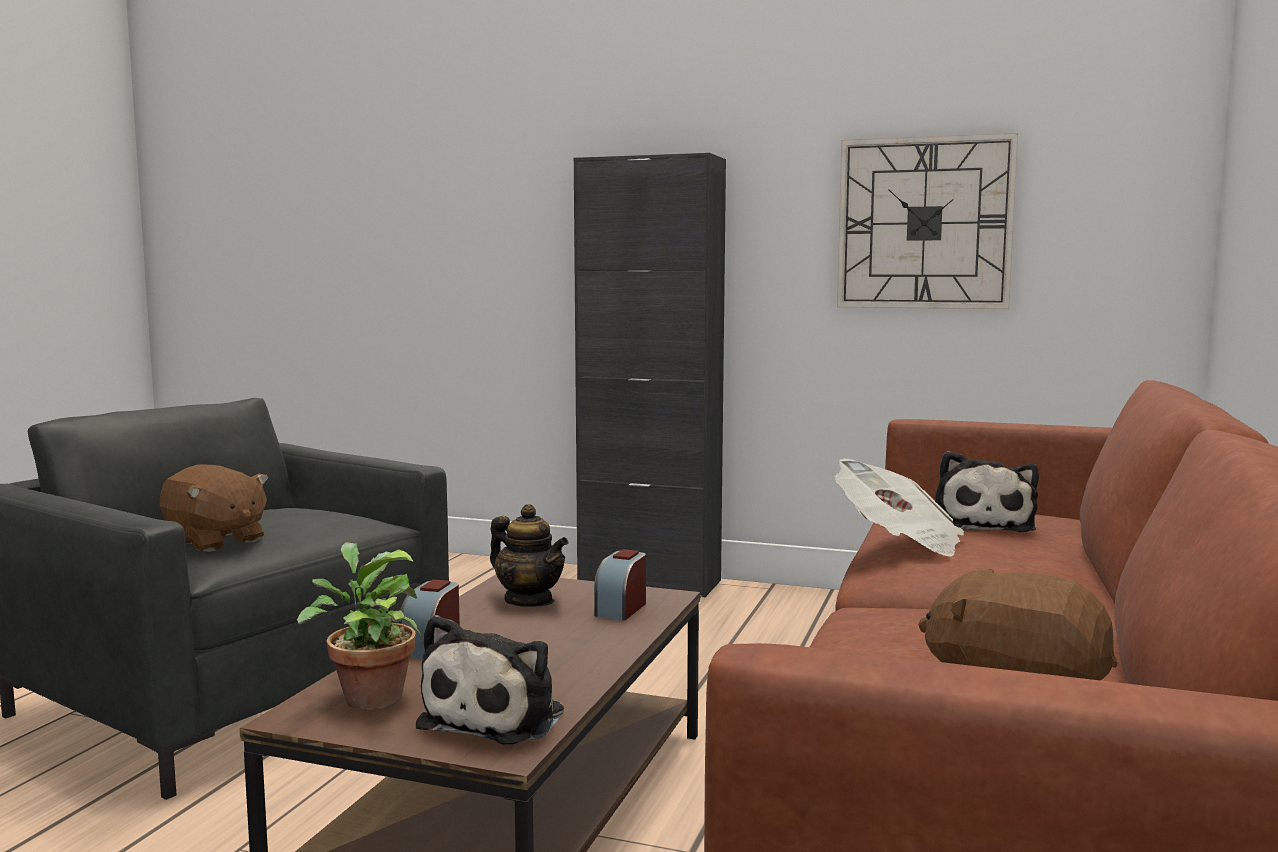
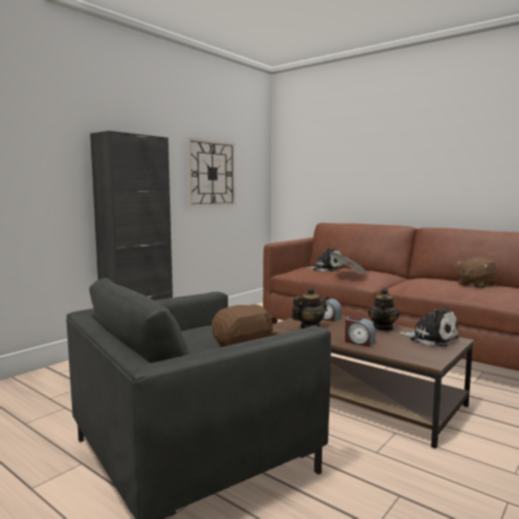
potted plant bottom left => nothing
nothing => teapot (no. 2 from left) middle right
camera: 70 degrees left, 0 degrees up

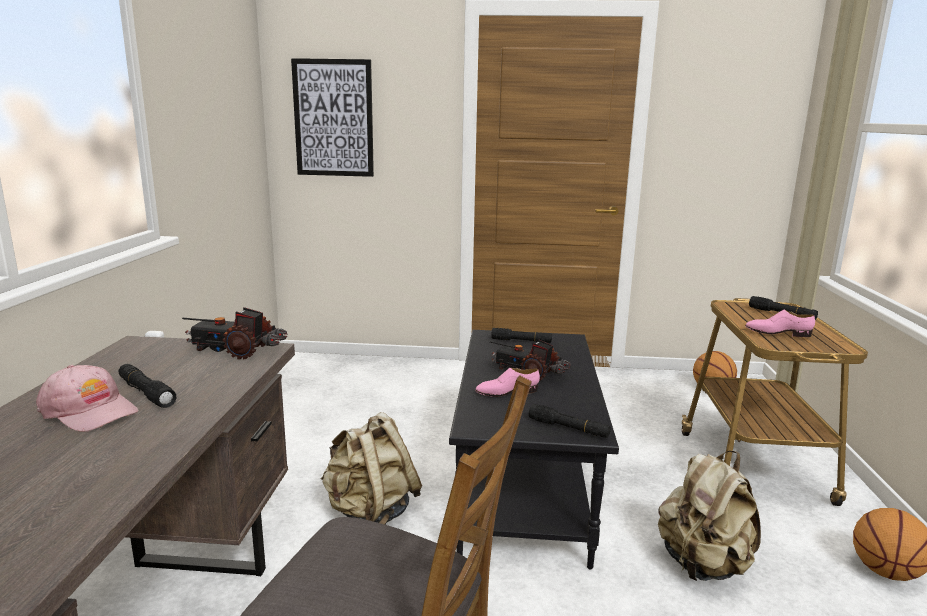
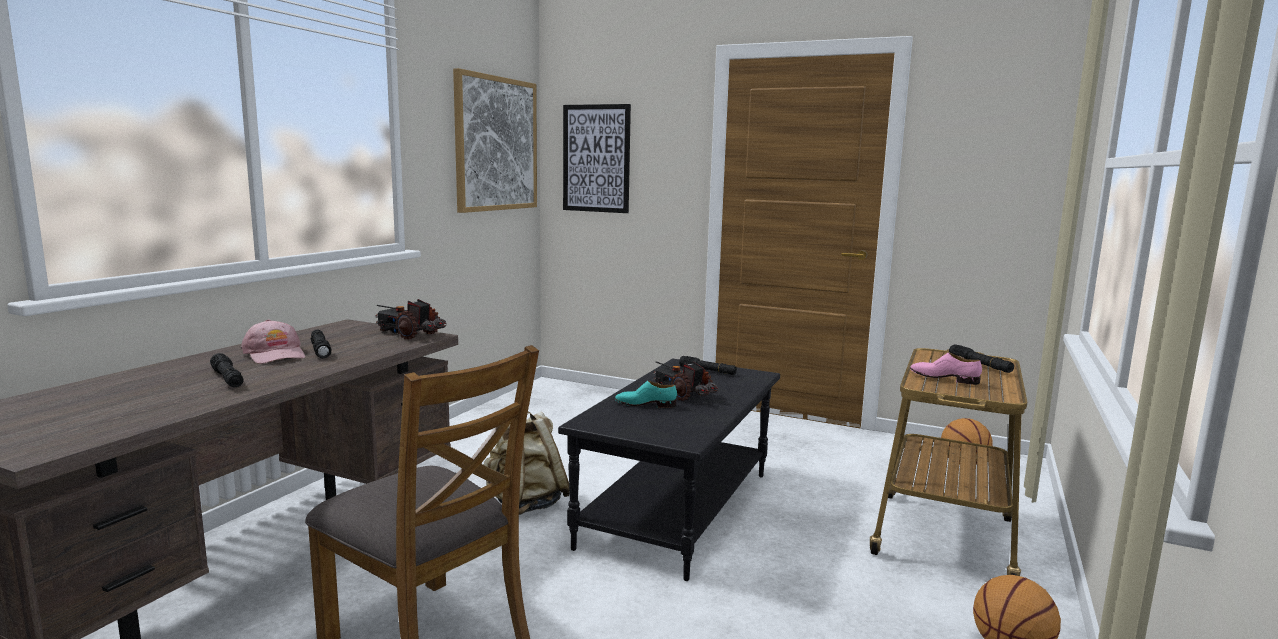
backpack/beige (no. 2 from left) bottom right => nothing
nothing => picture (no. 1 from left) top centre
flashlight/black (no. 3 from left in the first image) bottom centre => flashlight/black (no. 1 from left) middle left, shifted
shoe/pink (no. 1 from left) centre => shoe/turquoise centre
camera: 20 degrees right, 5 degrees down

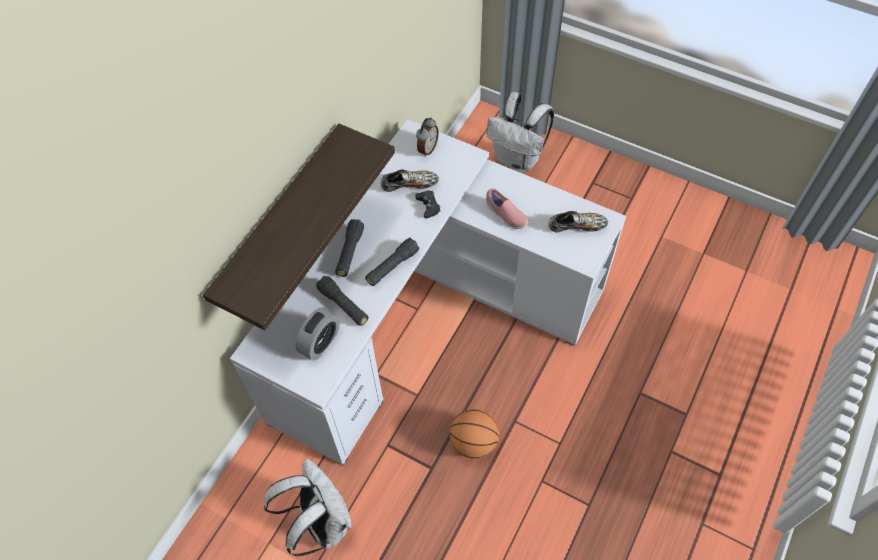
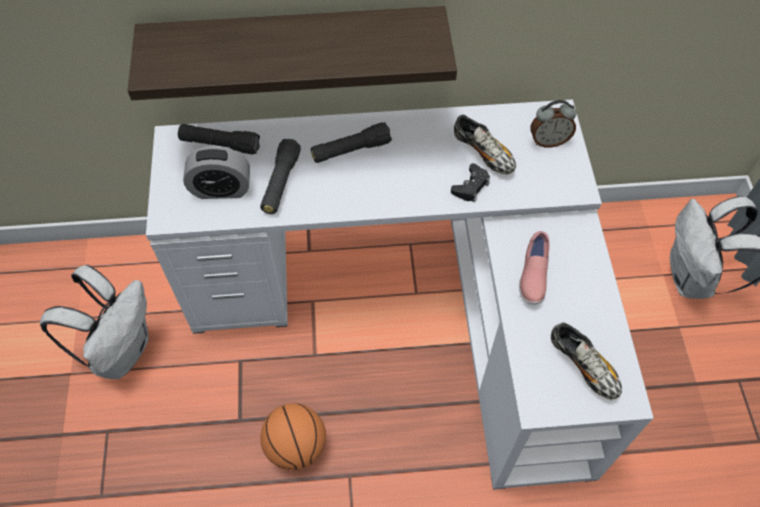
flashlight/black (no. 3 from left in the first image) centre => flashlight/black (no. 1 from left) top left, shifted
camera: 55 degrees right, 0 degrees up

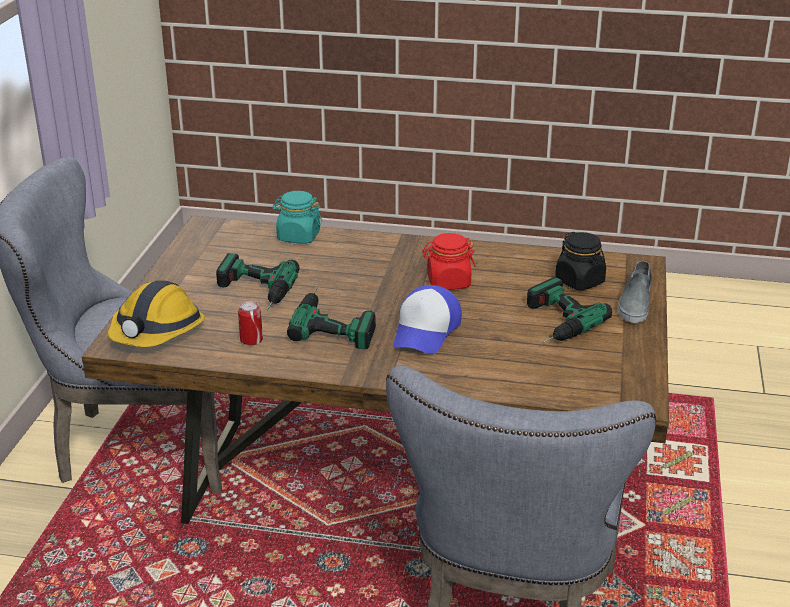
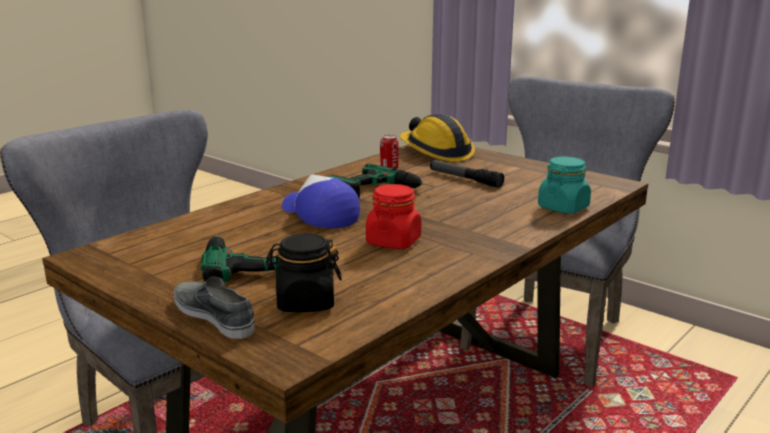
power drill (no. 1 from left) middle left => flashlight centre
camera: 120 degrees right, 10 degrees down

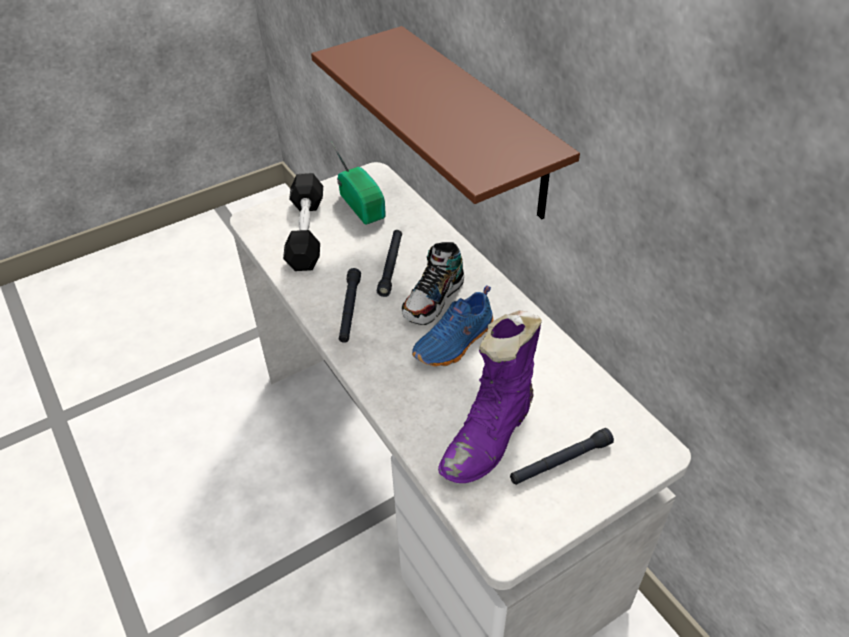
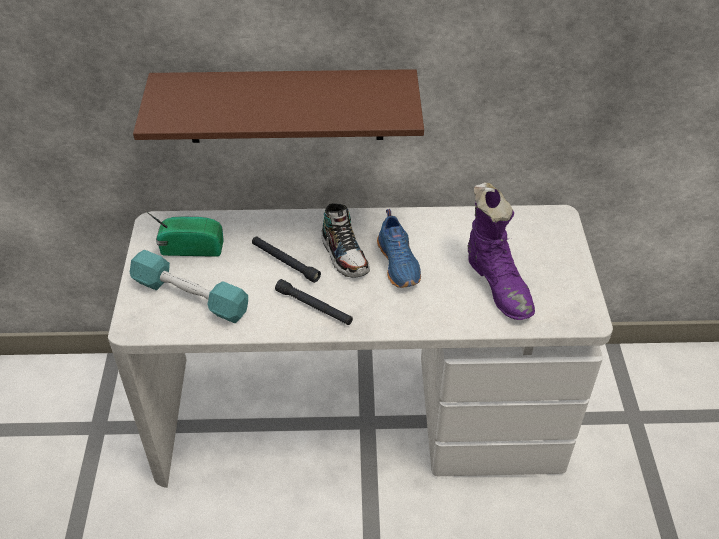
flashlight/black (no. 3 from left) bottom centre => nothing
dumbbell/black centre => dumbbell/turquoise middle left
camera: 60 degrees left, 0 degrees up

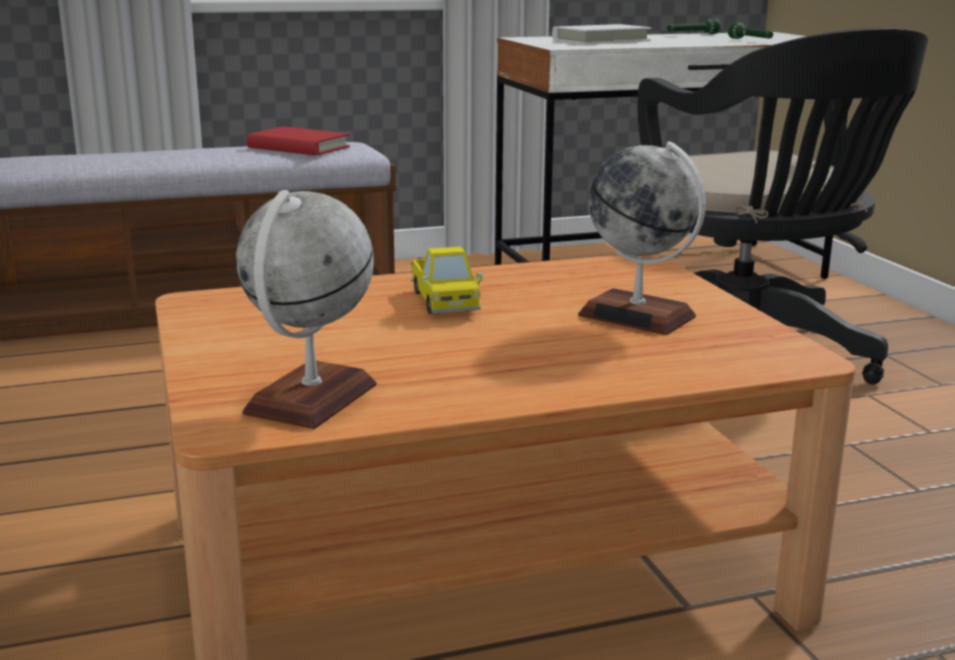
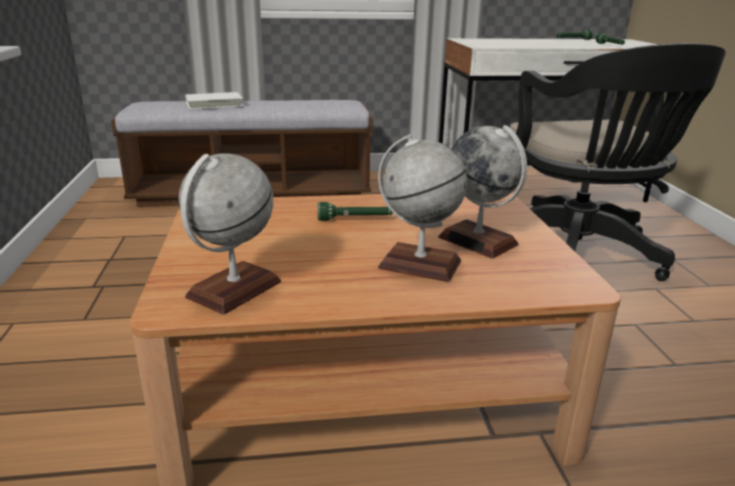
book/red top left => nothing
nothing => globe (no. 2 from left) centre
book/white top centre => book/white top left, shifted
toy truck centre => flashlight/green (no. 1 from left) centre
camera: 10 degrees right, 5 degrees up

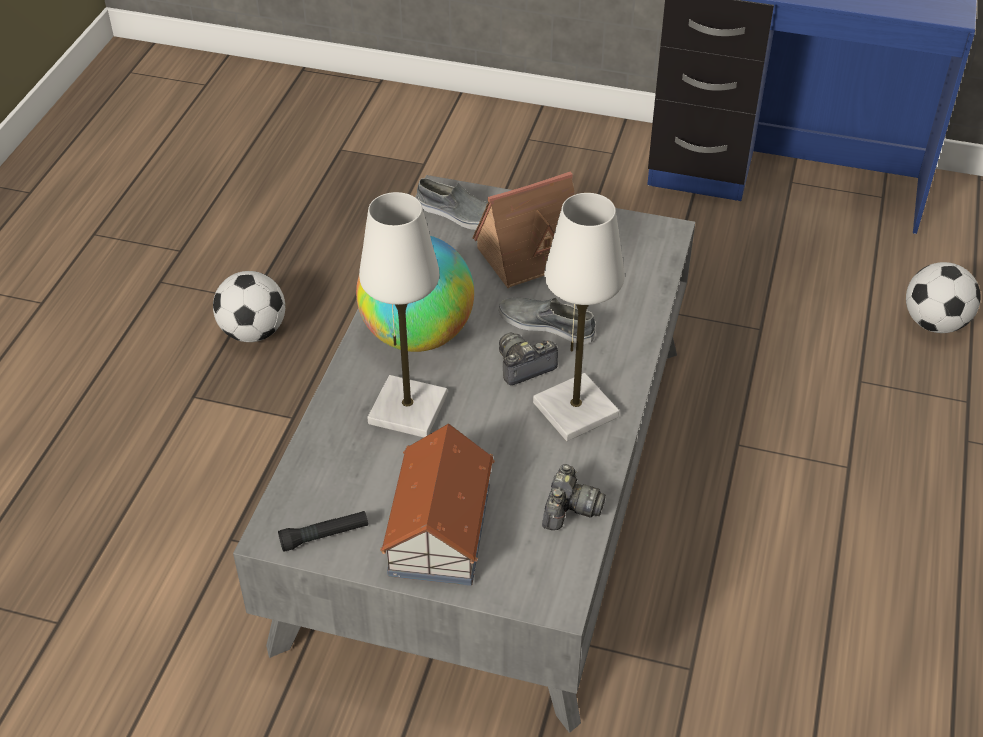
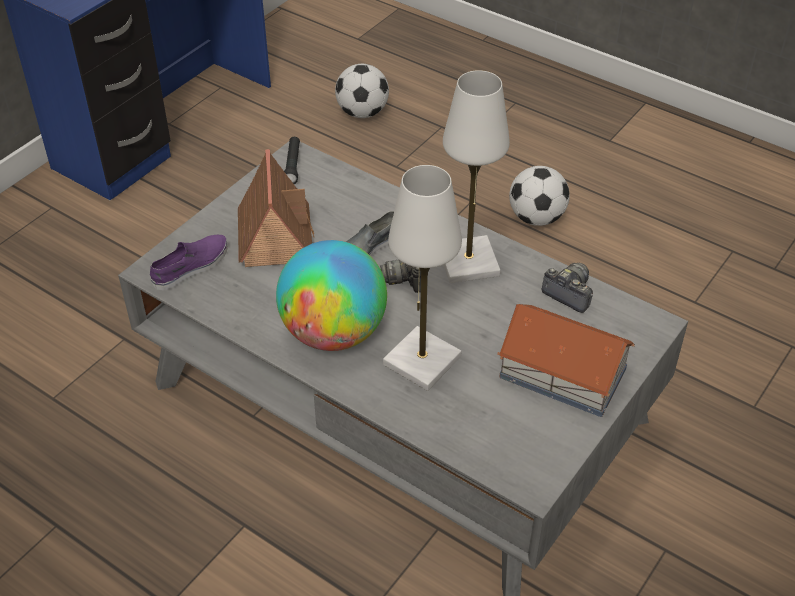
football (no. 1 from left in the first image) middle left => football (no. 2 from left) top right, shifted
flashlight/black bottom left => flashlight/black top centre, shifted
shoe/grey (no. 1 from left) top centre => shoe/purple middle left
camera: 70 degrees left, 0 degrees up

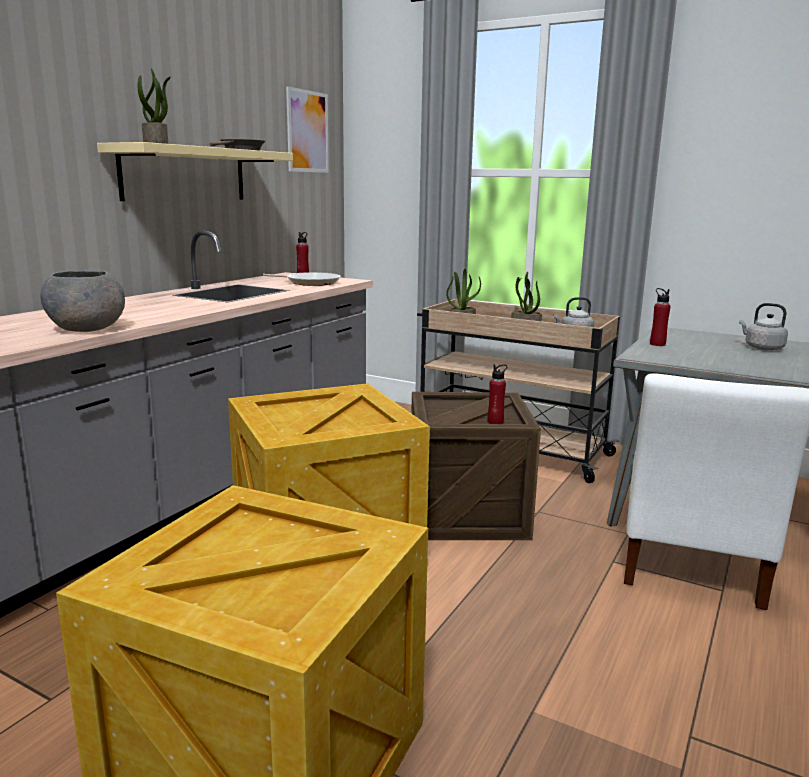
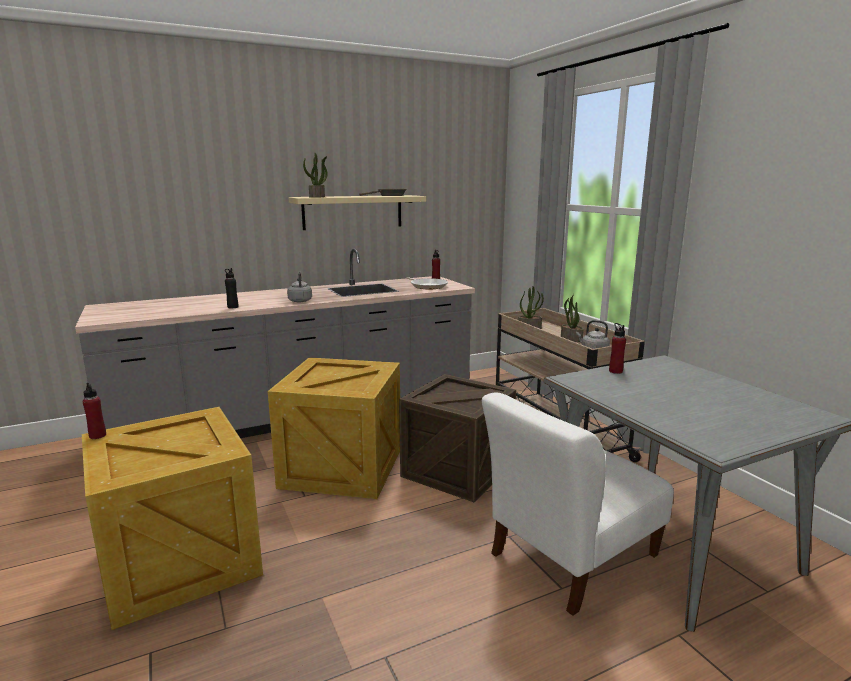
picture top centre => nothing
bottle/red (no. 2 from left in the first image) centre => bottle/red (no. 1 from left) middle left, shifted
kettle/grey (no. 2 from left in the first image) middle right => kettle/grey (no. 1 from left) centre, shifted
bowl/grey middle left => bottle/black middle left
camera: 35 degrees right, 0 degrees up

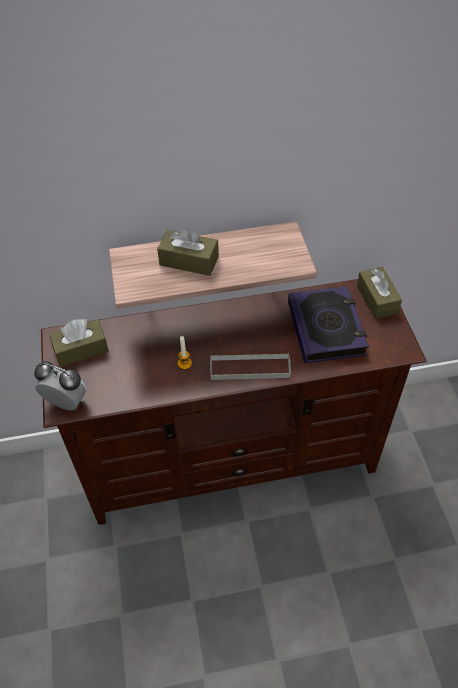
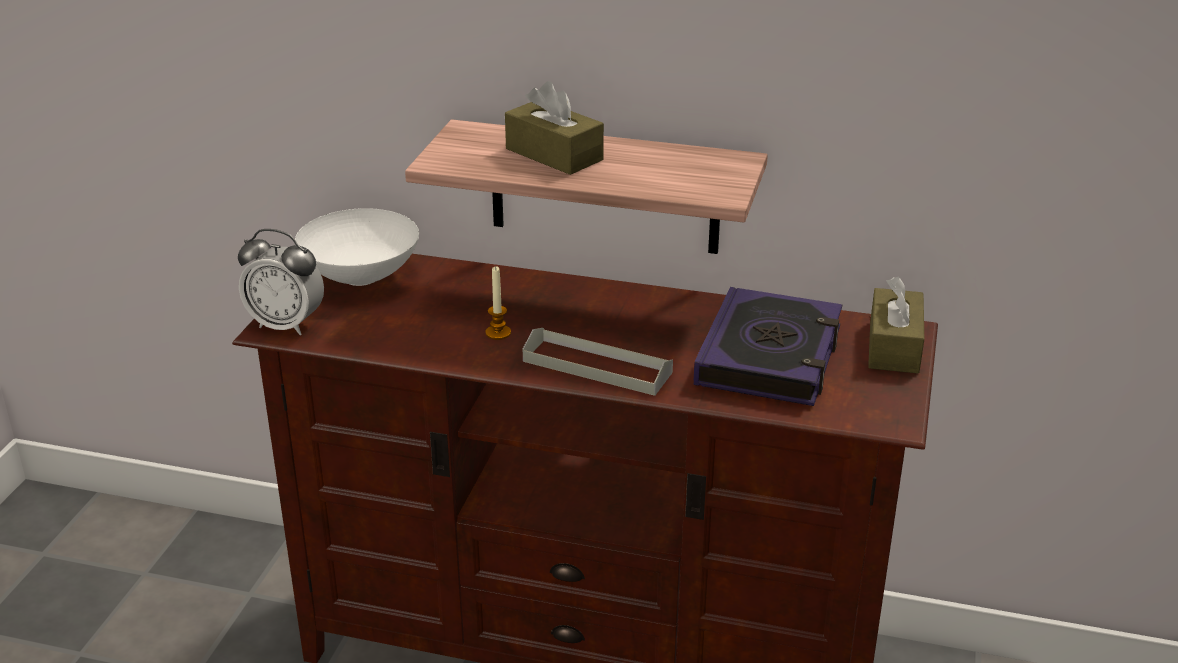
tissue box/brown (no. 1 from left) middle left => bowl/white middle left
alarm clock middle left, 150 degrees clockwise
camera: 25 degrees right, 20 degrees down

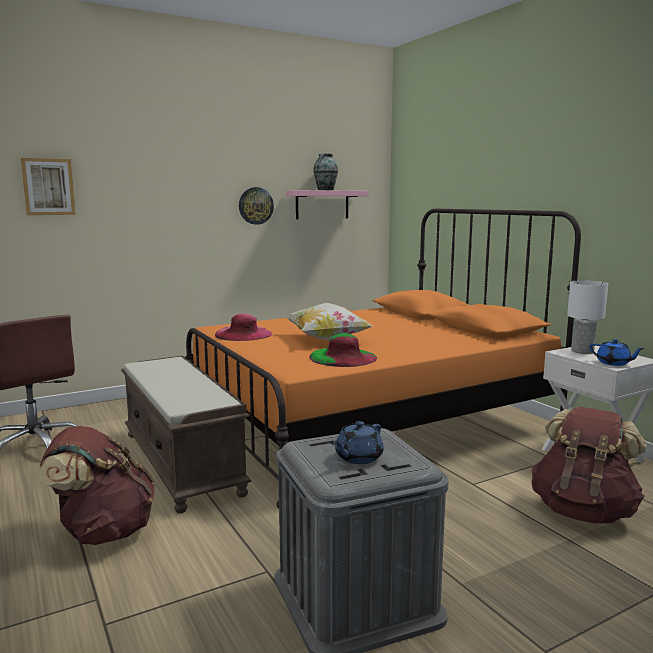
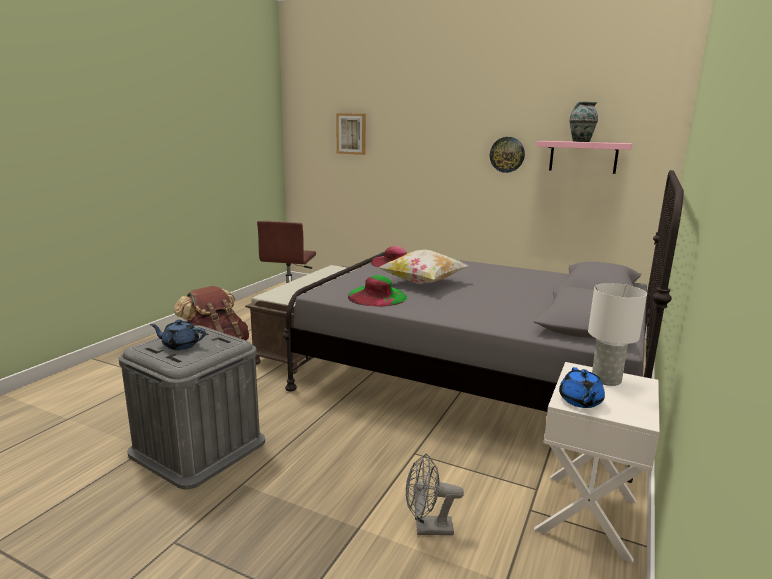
backpack/brown (no. 2 from left) bottom right => fan/grey bottom centre
bed/orange centre => bed/grey centre
camera: 55 degrees right, 5 degrees up

